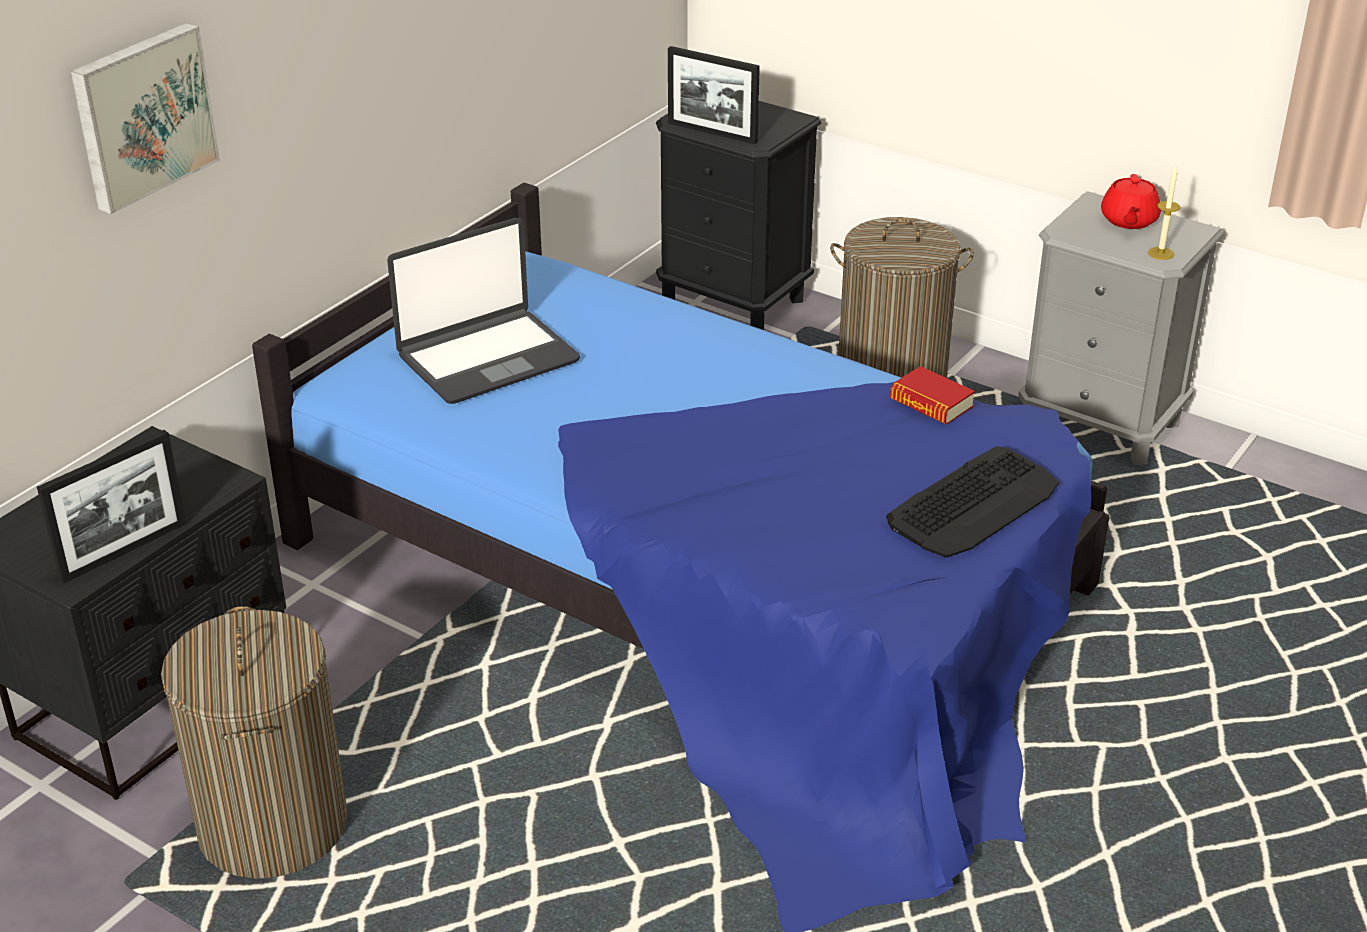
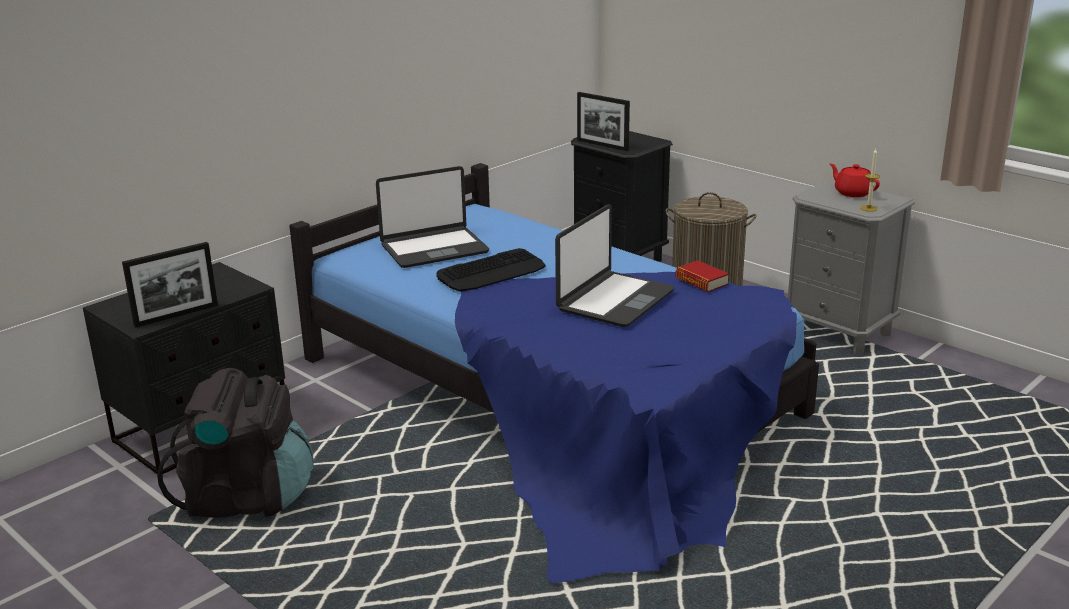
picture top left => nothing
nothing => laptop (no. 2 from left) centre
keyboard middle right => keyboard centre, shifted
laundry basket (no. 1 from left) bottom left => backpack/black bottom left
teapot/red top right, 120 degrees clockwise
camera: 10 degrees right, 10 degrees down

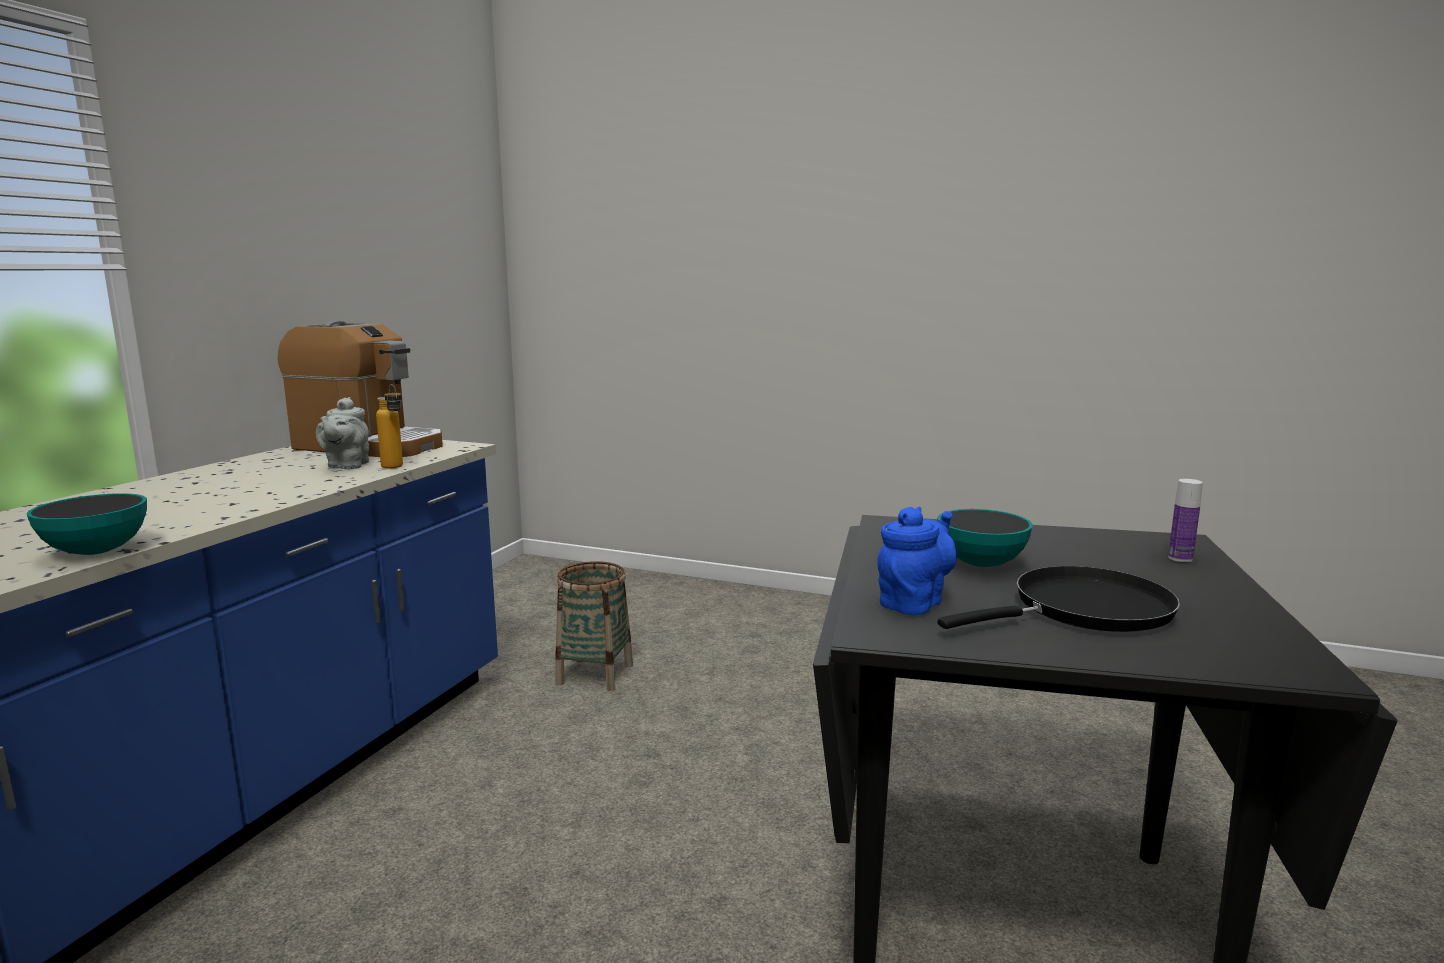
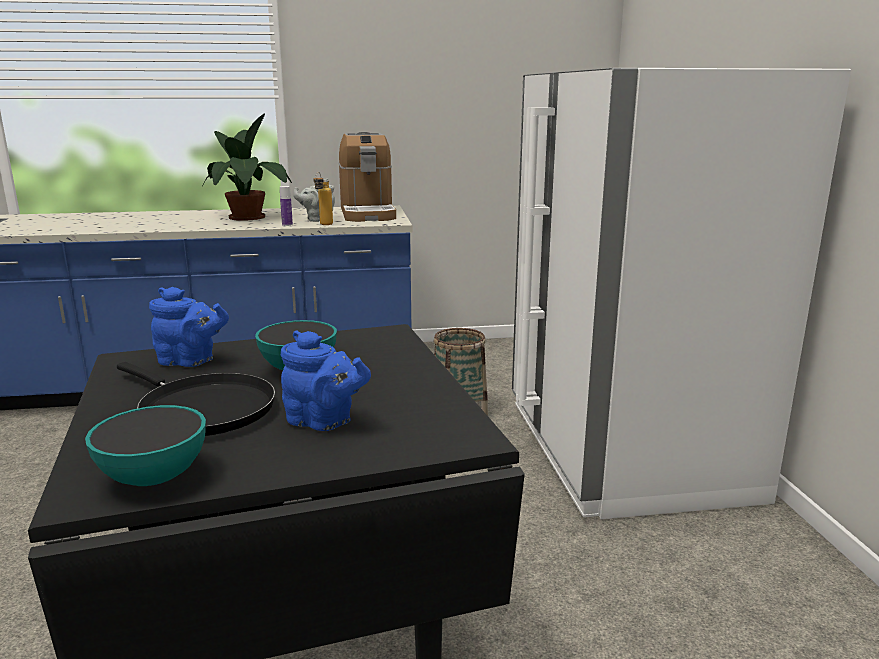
nothing => potted plant top left
nothing => teapot/blue (no. 2 from left) centre
nothing => fridge/white middle right
bowl (no. 1 from left) middle left => bowl (no. 1 from left) bottom left, shifted
bottle (no. 2 from left in the first image) middle right => bottle (no. 1 from left) top left, shifted
camera: 60 degrees right, 5 degrees up

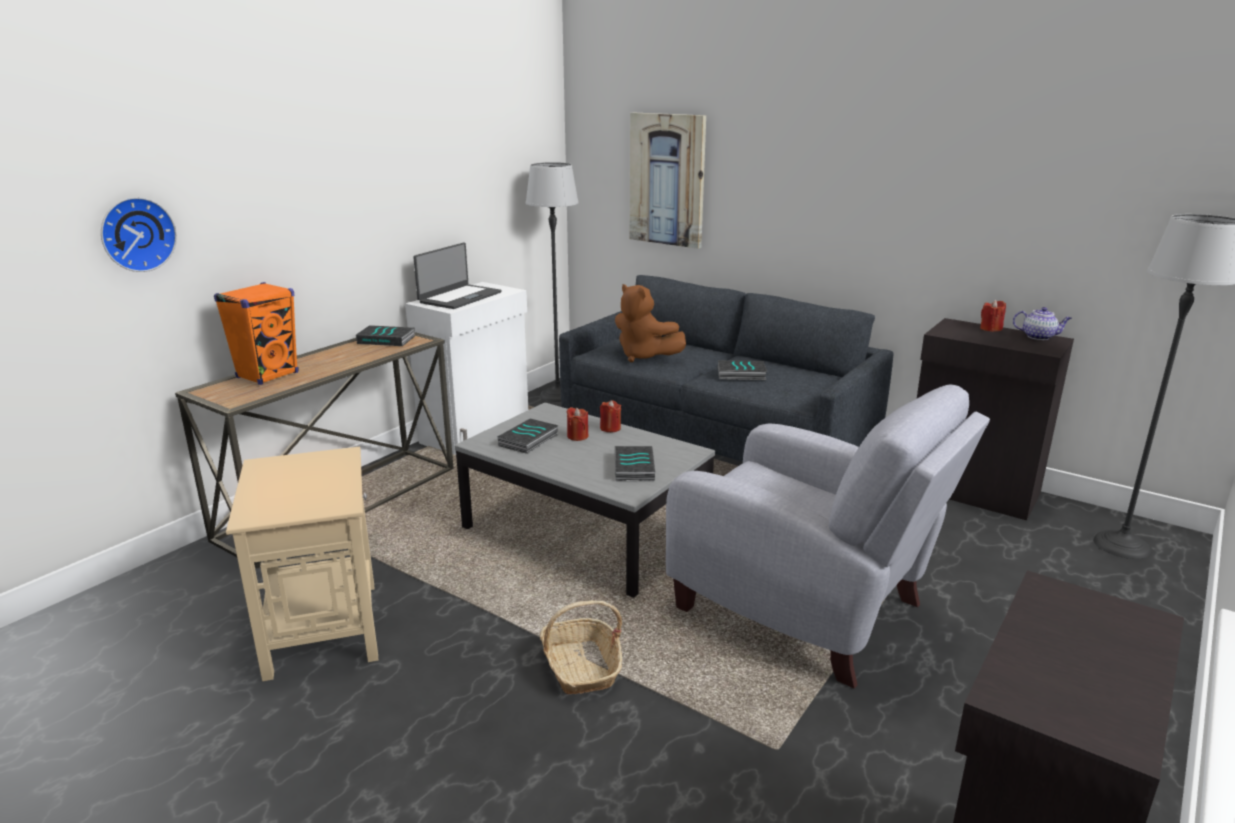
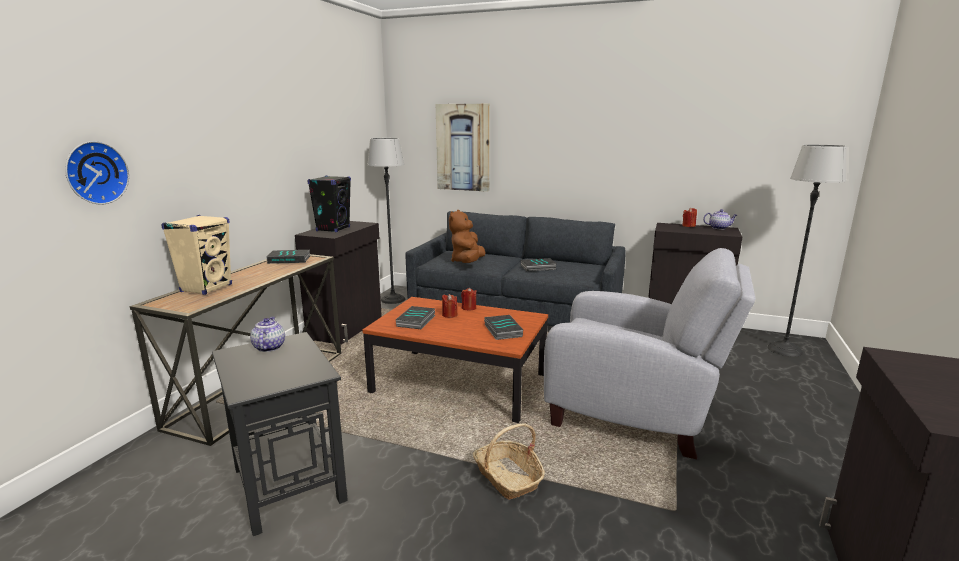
nothing => teapot (no. 1 from left) middle left
laptop centre => speaker/black centre
speaker/orange middle left => speaker/beige middle left
side table/beige bottom left => side table/black bottom left
cabinet/white centre => cabinet/black (no. 1 from left) centre
coffee table/grey centre => coffee table/brown centre
plush toy/brown centre, 75 degrees clockwise
camera: 15 degrees left, 5 degrees down

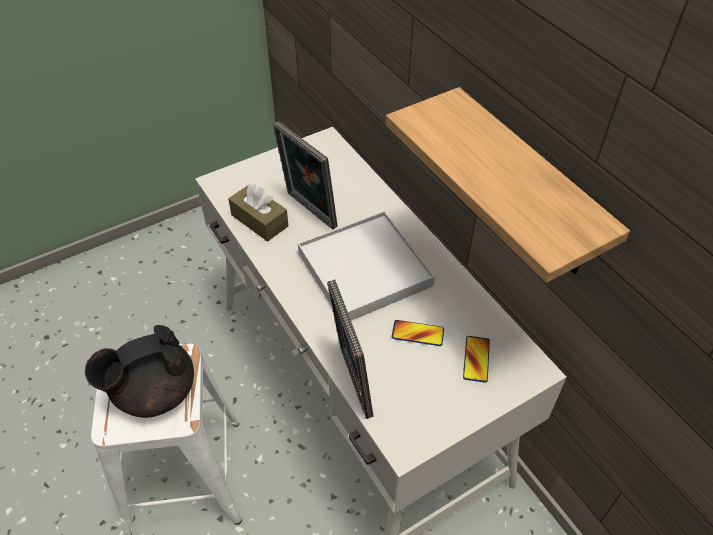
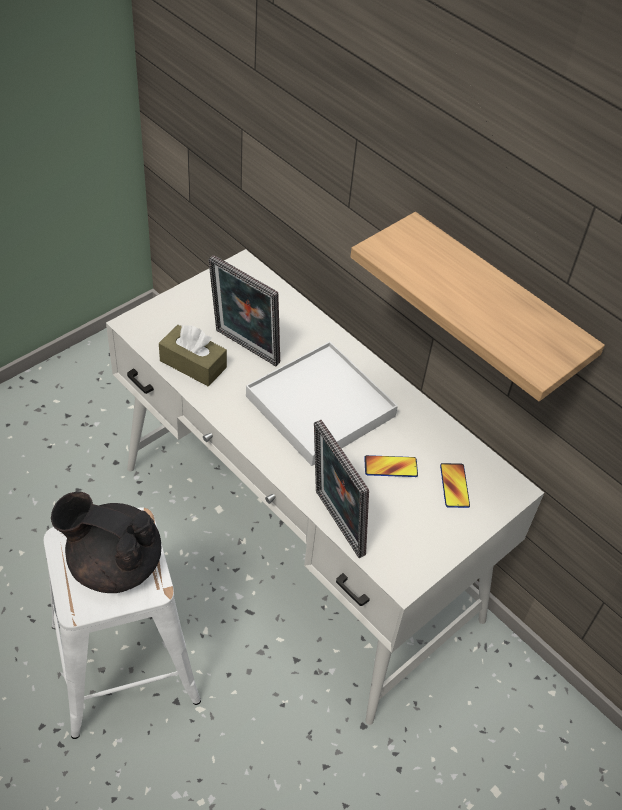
teapot/black bottom left, 60 degrees clockwise
camera: 15 degrees left, 0 degrees up

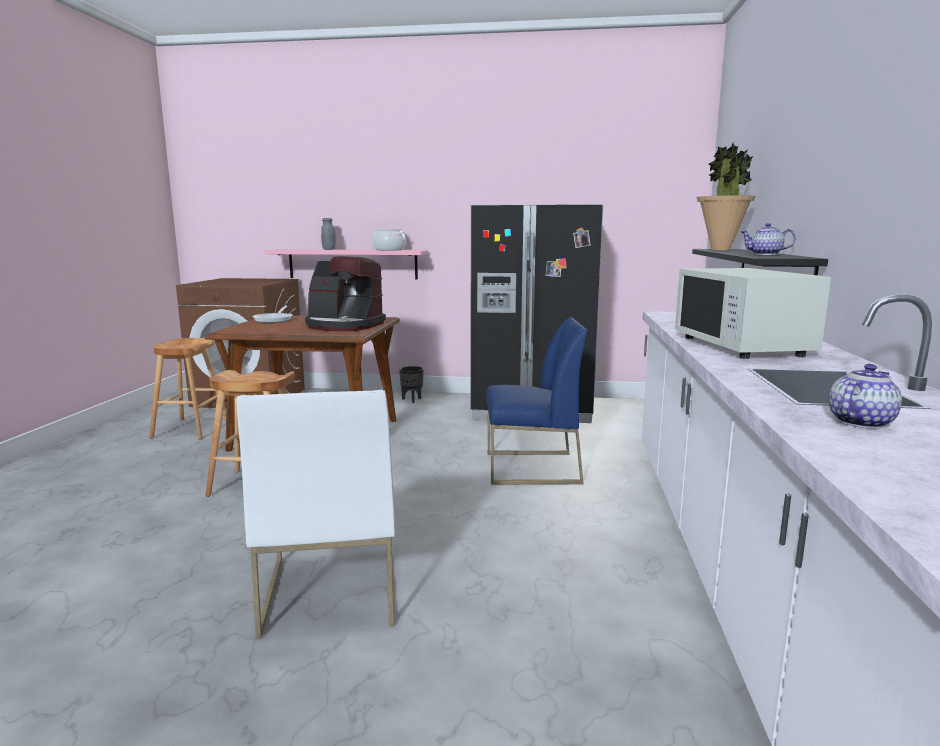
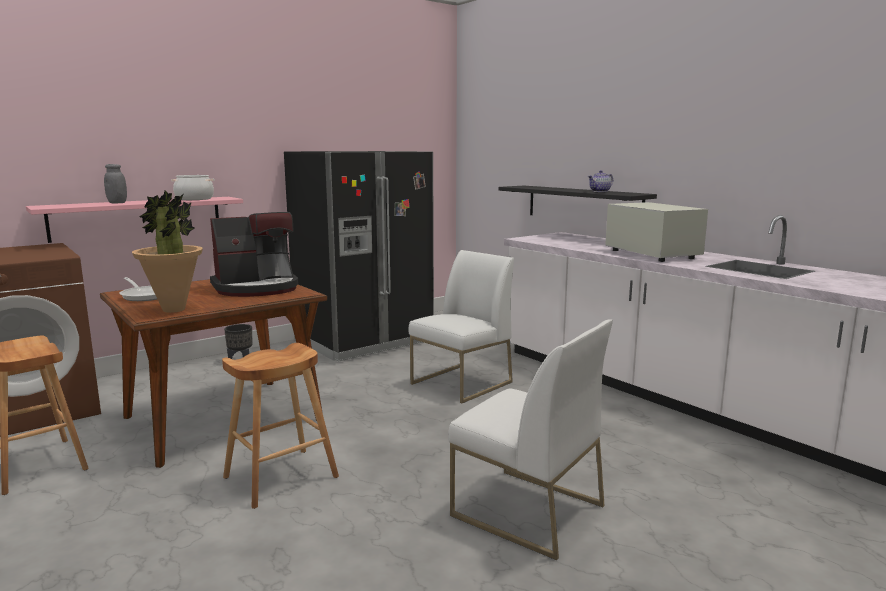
teapot (no. 2 from left) middle right => nothing
potted plant top right => potted plant middle left, shifted
chair/blue centre => chair/white (no. 1 from left) centre
microwave/white middle right, 150 degrees counterclockwise
camera: 45 degrees left, 0 degrees up

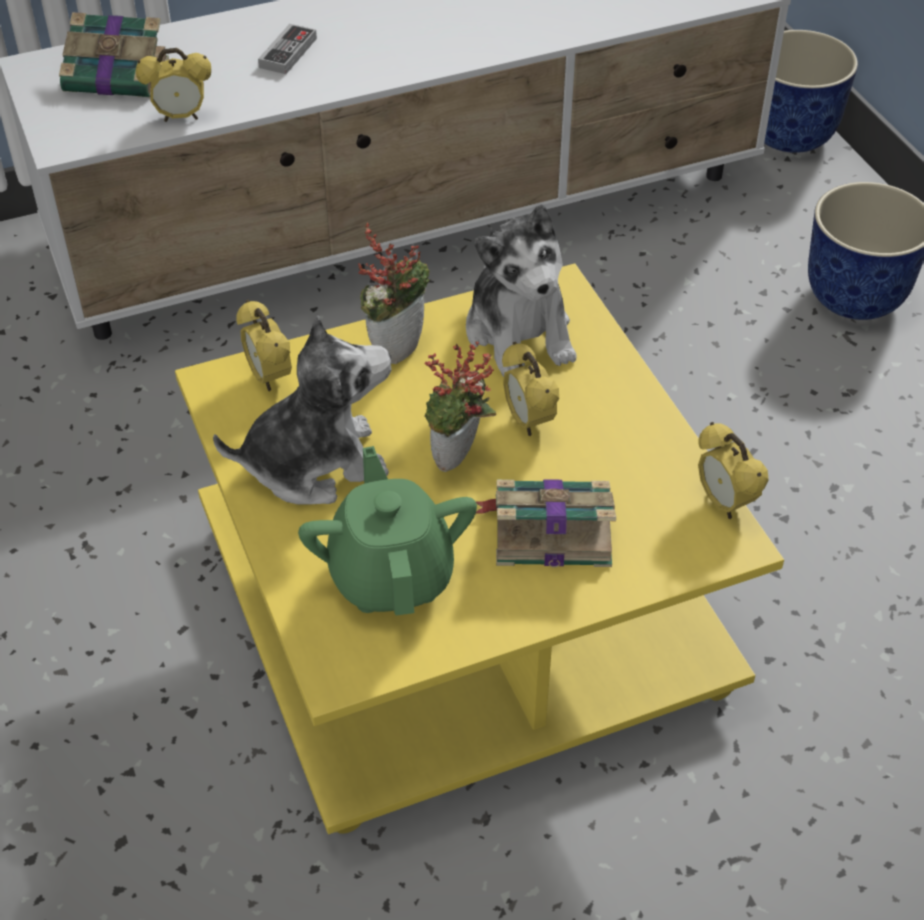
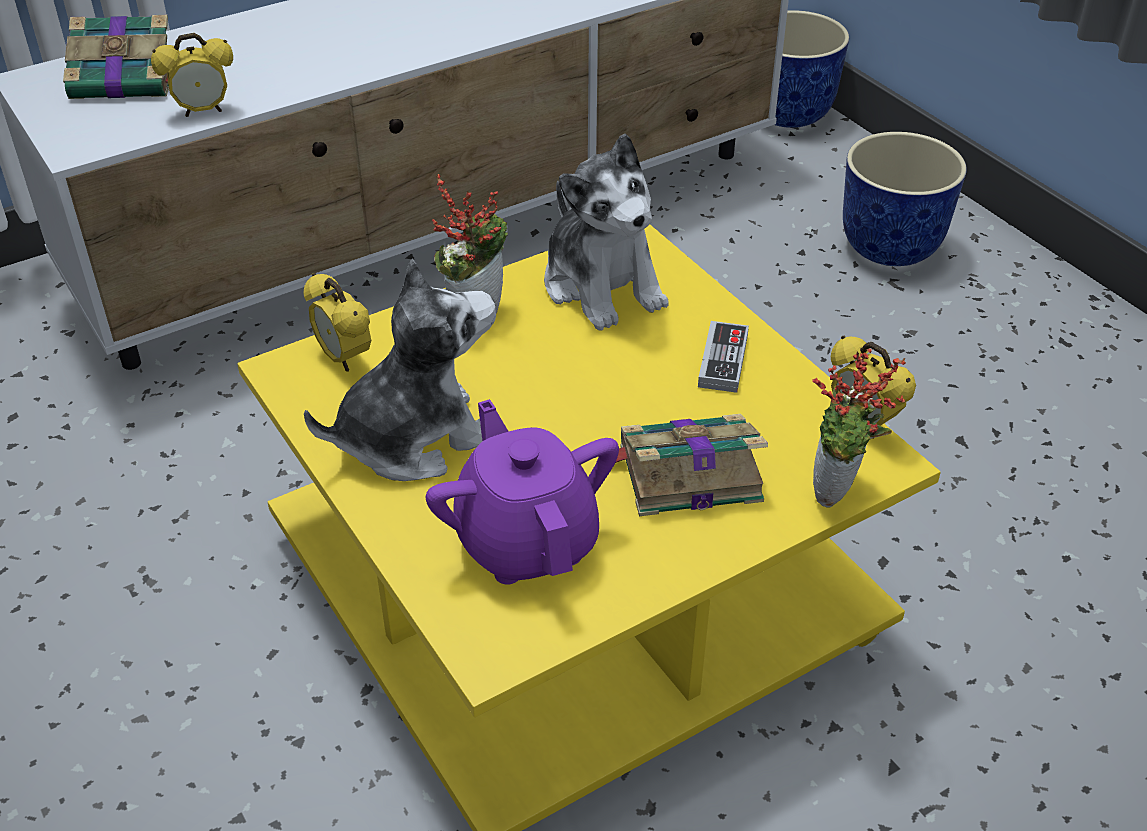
alarm clock (no. 3 from left) centre => nothing
game controller top left => game controller centre, shifted
potted plant (no. 2 from left) centre => potted plant (no. 2 from left) middle right, shifted
teapot/green centre => teapot/purple centre
camera: 10 degrees left, 5 degrees down

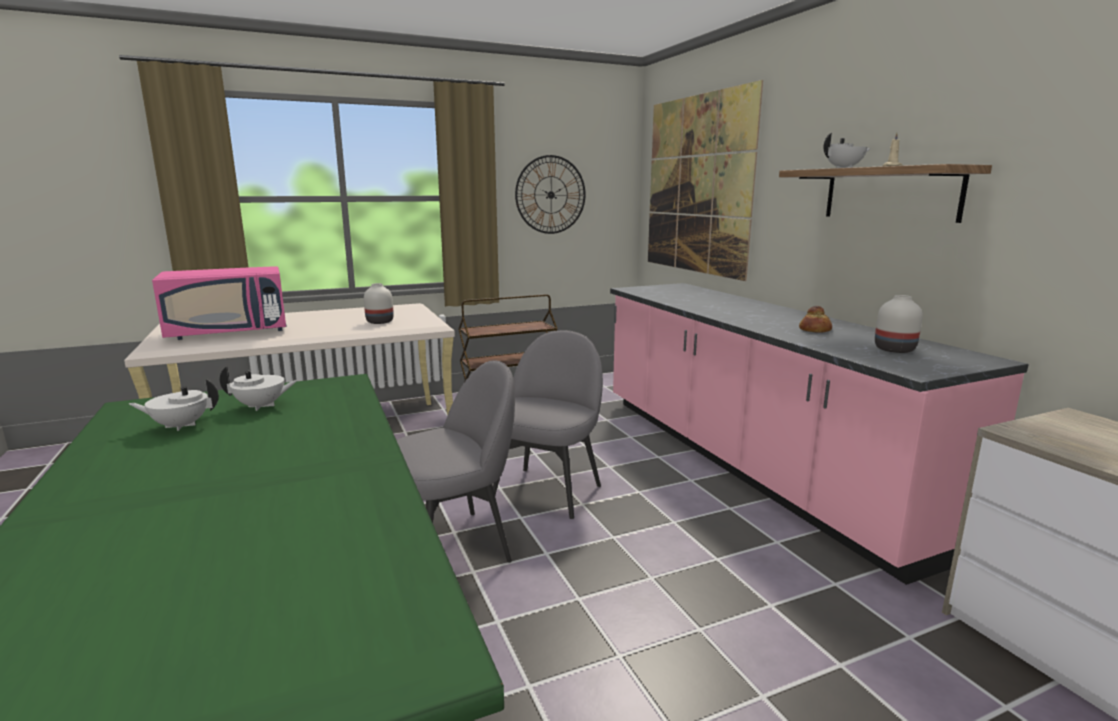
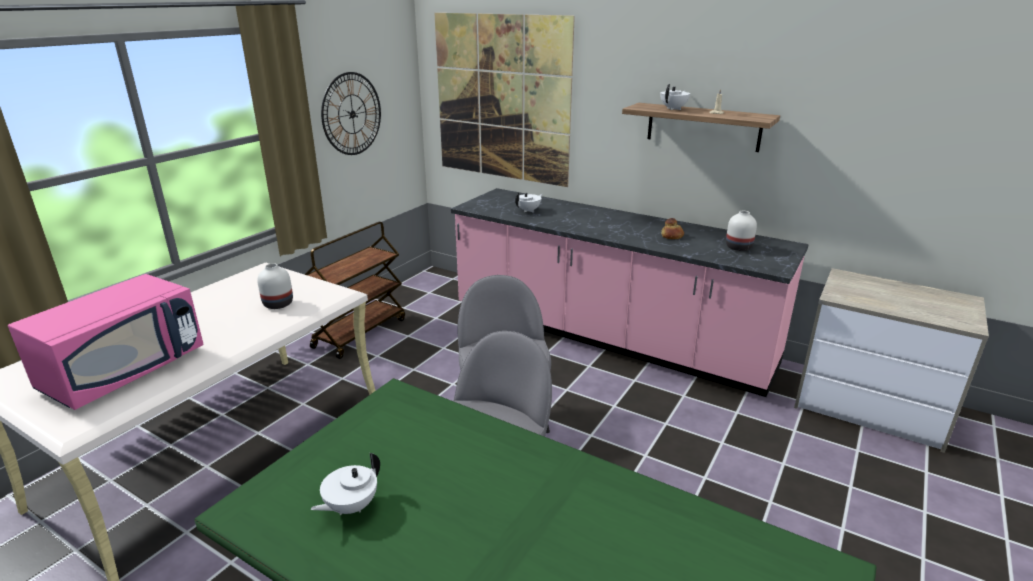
teapot/white (no. 2 from left) middle left => teapot/white (no. 2 from left) centre, shifted
camera: 35 degrees left, 10 degrees up

